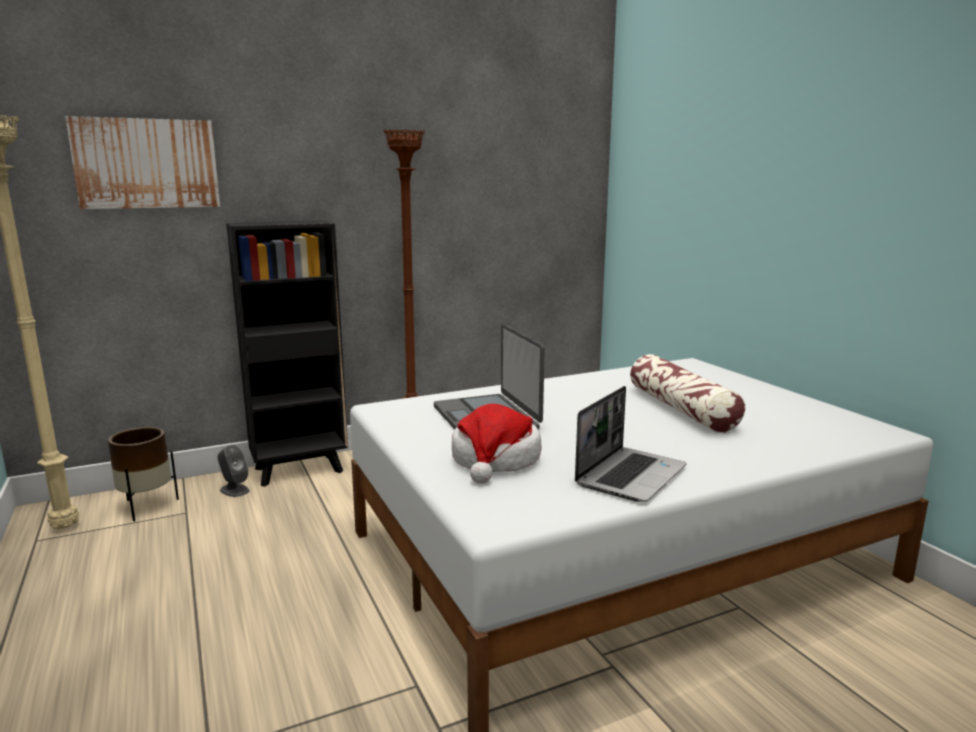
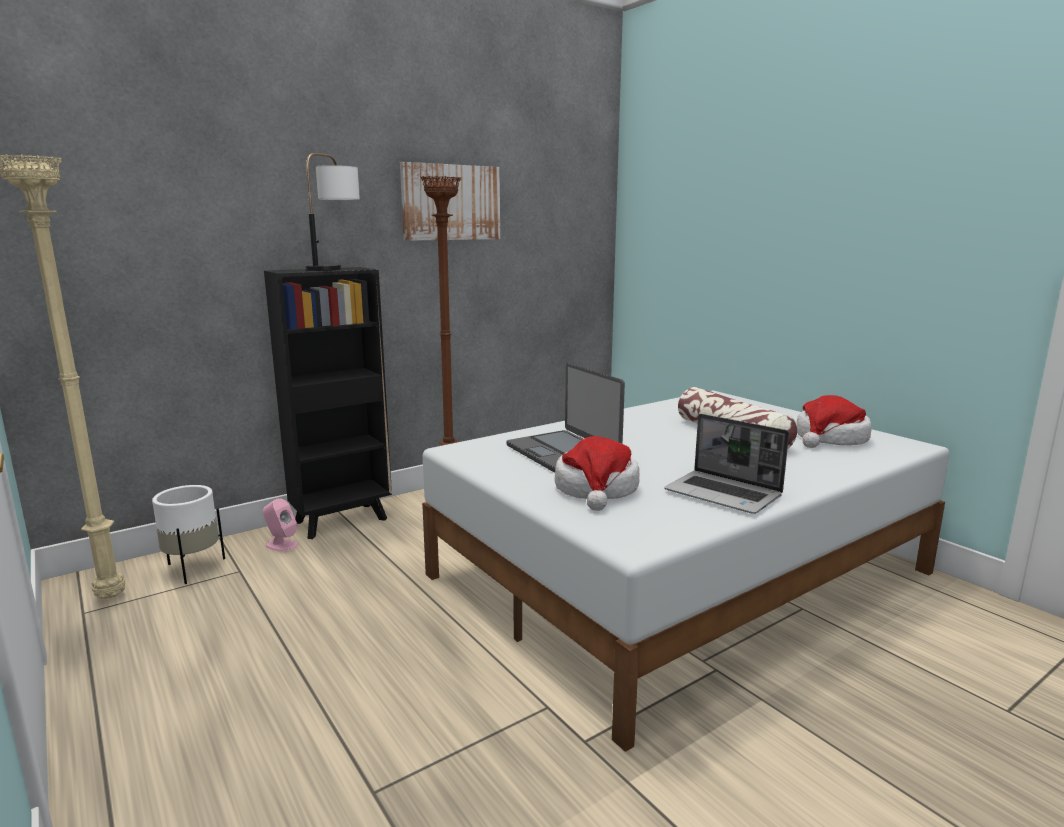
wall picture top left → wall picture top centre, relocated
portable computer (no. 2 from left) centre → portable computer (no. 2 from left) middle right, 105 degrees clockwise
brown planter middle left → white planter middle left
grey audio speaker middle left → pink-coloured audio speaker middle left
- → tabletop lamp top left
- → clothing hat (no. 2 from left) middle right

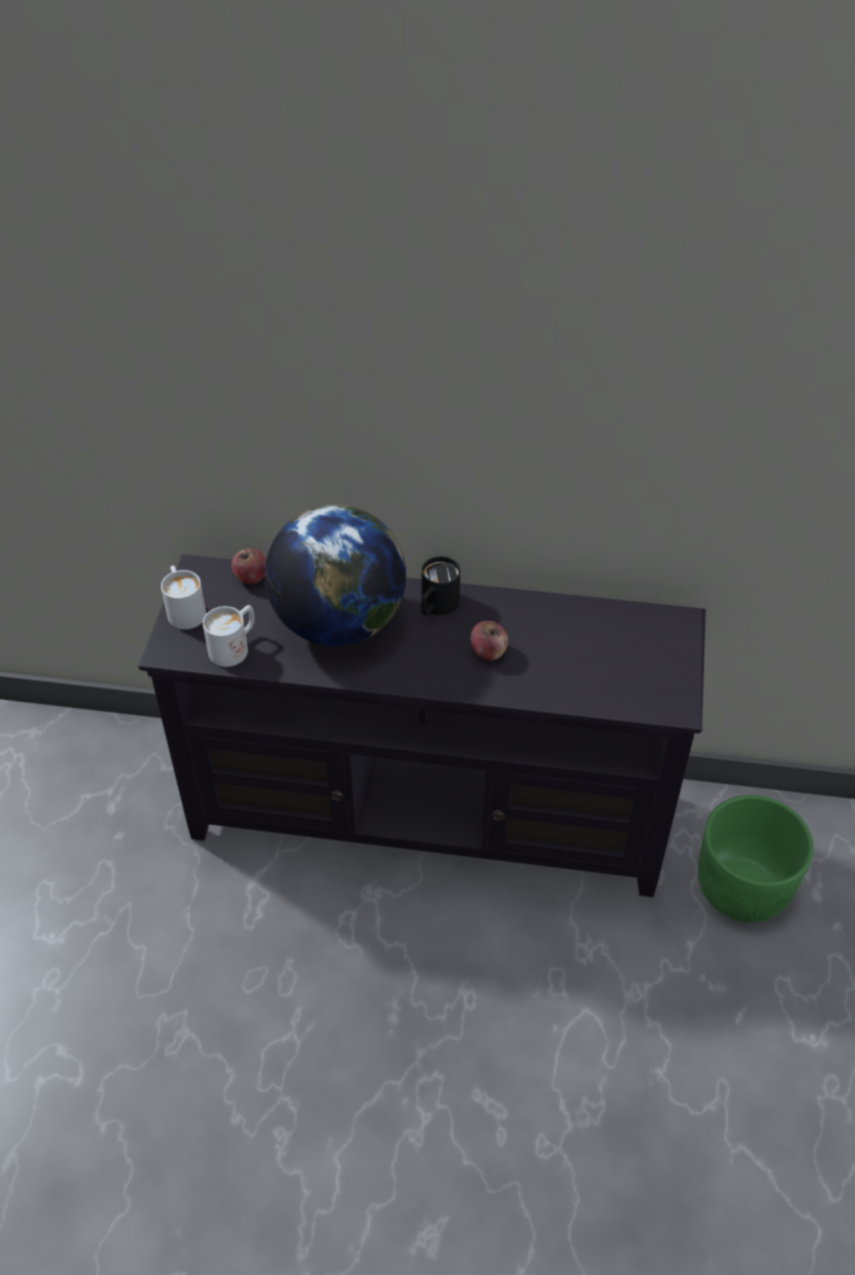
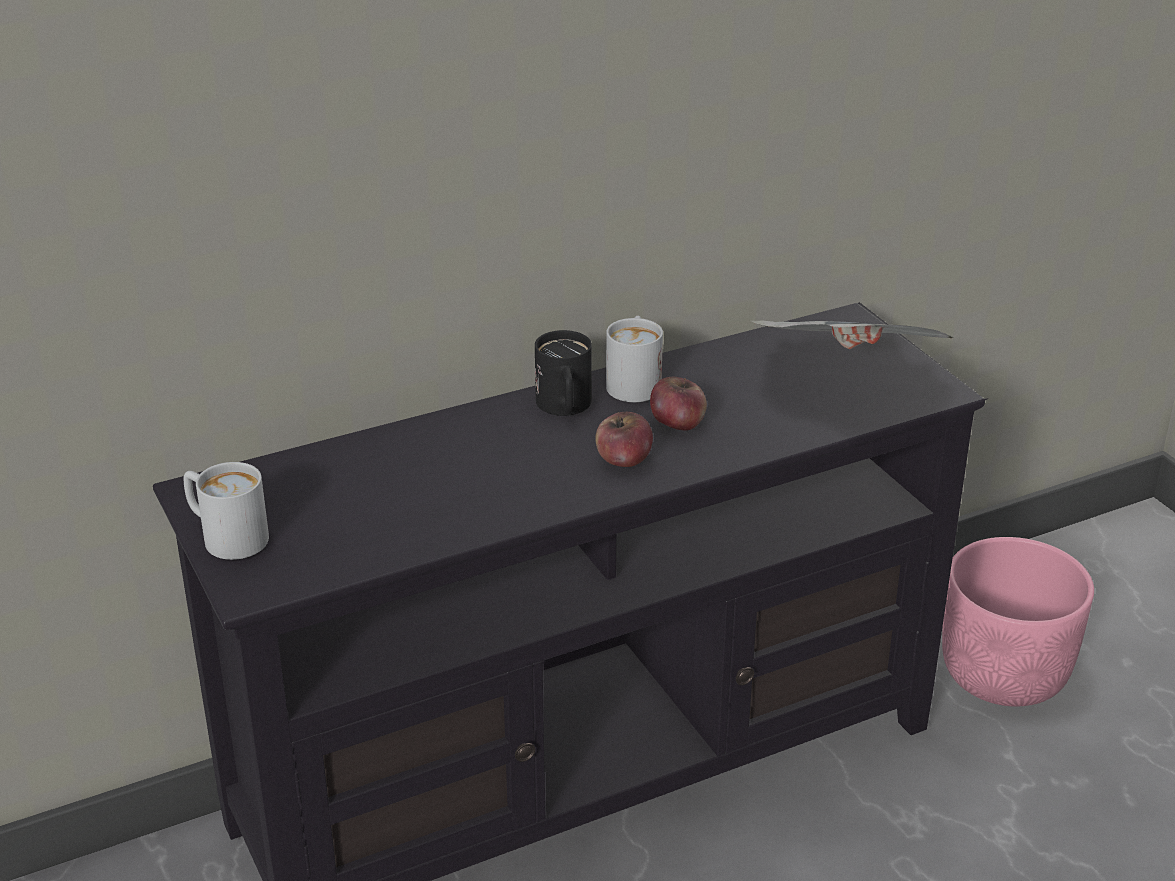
desk globe centre → -
whole apple (no. 1 from left) middle left → whole apple (no. 1 from left) centre, relocated
white coffee mug (no. 2 from left) middle left → white coffee mug (no. 2 from left) centre, relocated
greenish planter bottom right → pink-coloured planter bottom right
- → daily paper middle right

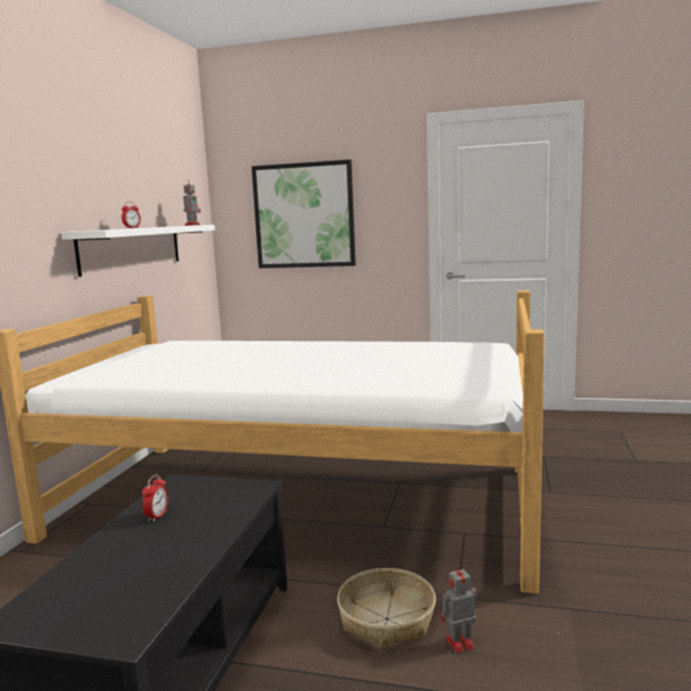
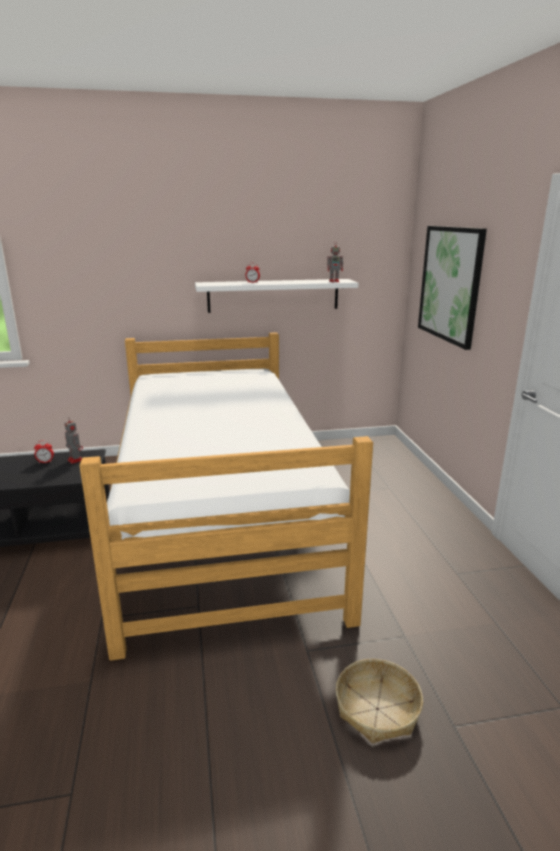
robot figure (no. 2 from left in the first image) bottom centre → robot figure (no. 1 from left) middle left, relocated
household basket bottom centre → household basket bottom right, relocated

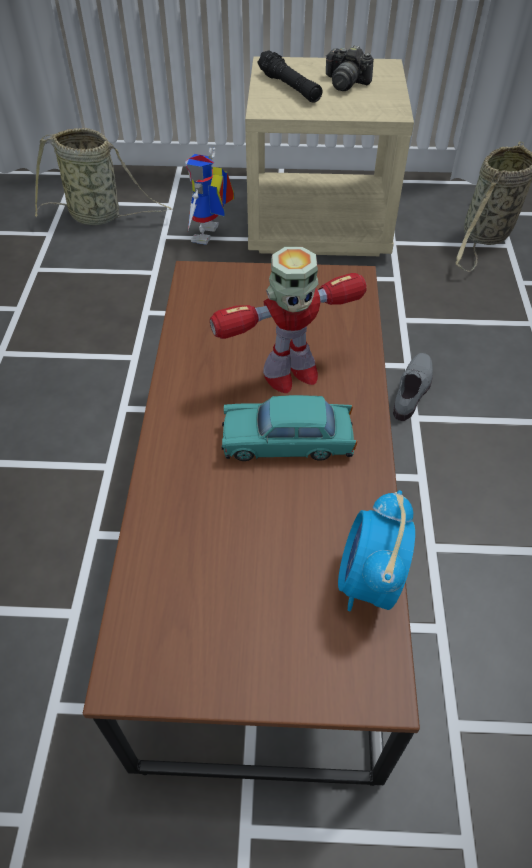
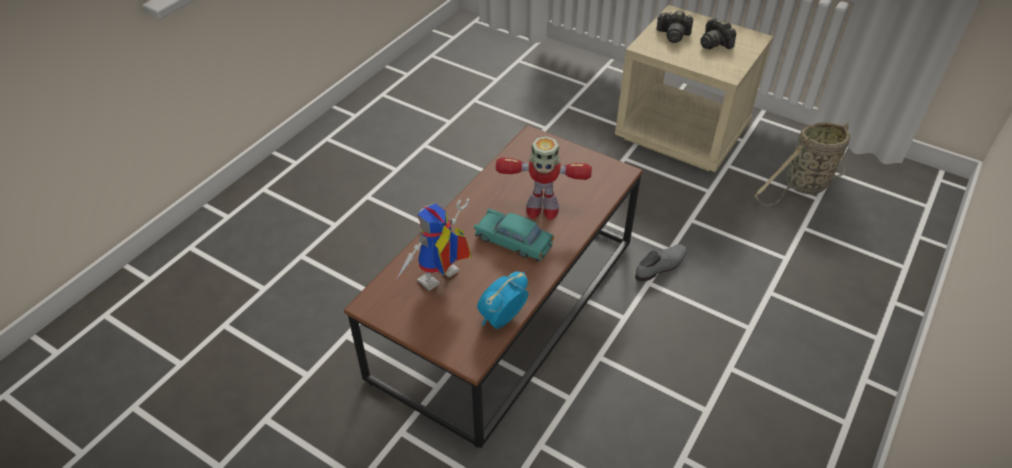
blackish flashlight top centre → photo camera (no. 1 from left) top right
household basket (no. 1 from left) top left → -
robot figure (no. 1 from left) top centre → robot figure (no. 1 from left) centre, relocated

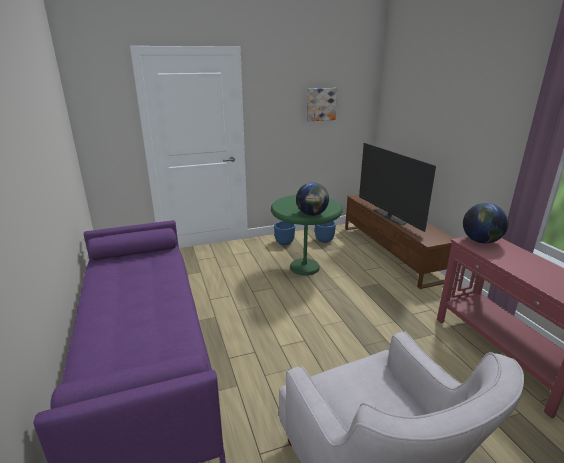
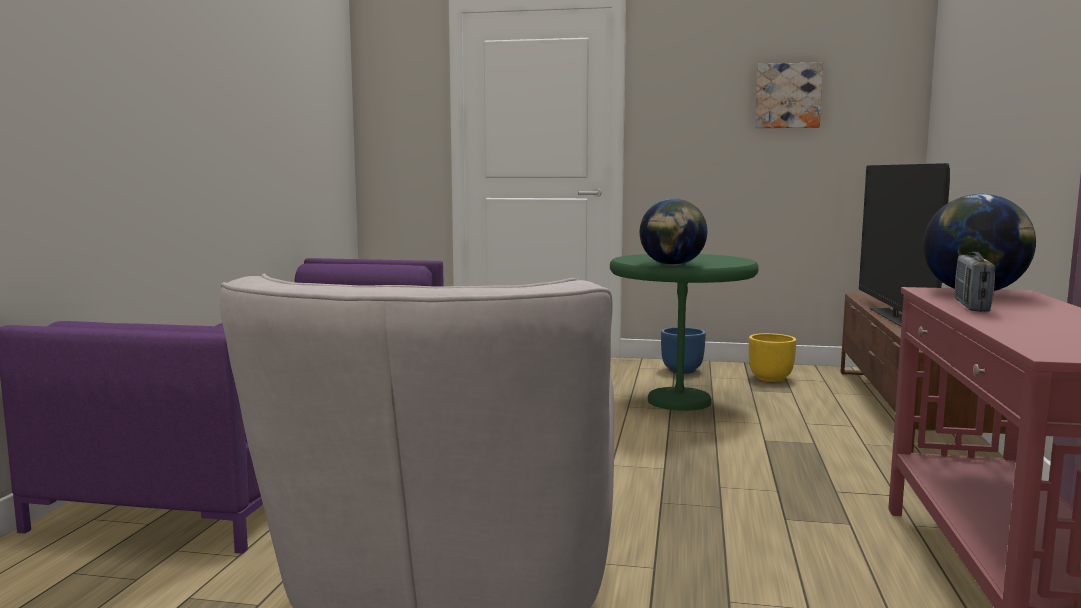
blue planter (no. 2 from left) centre → yellow-coloured planter middle right
- → radio middle right

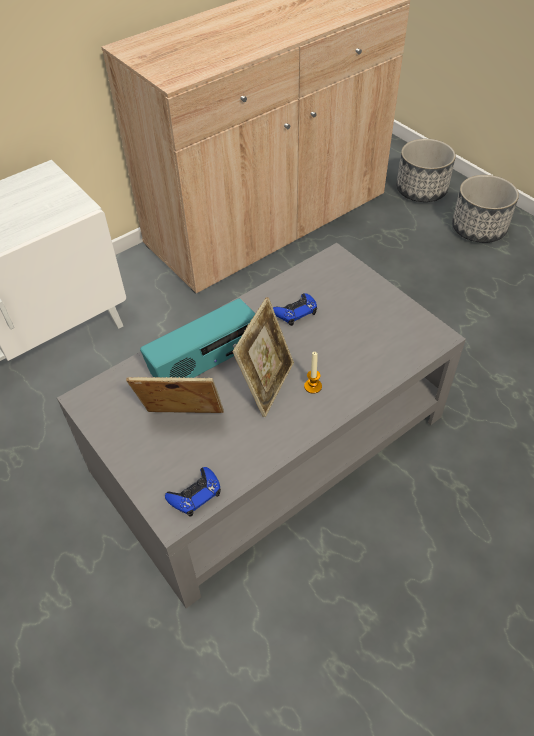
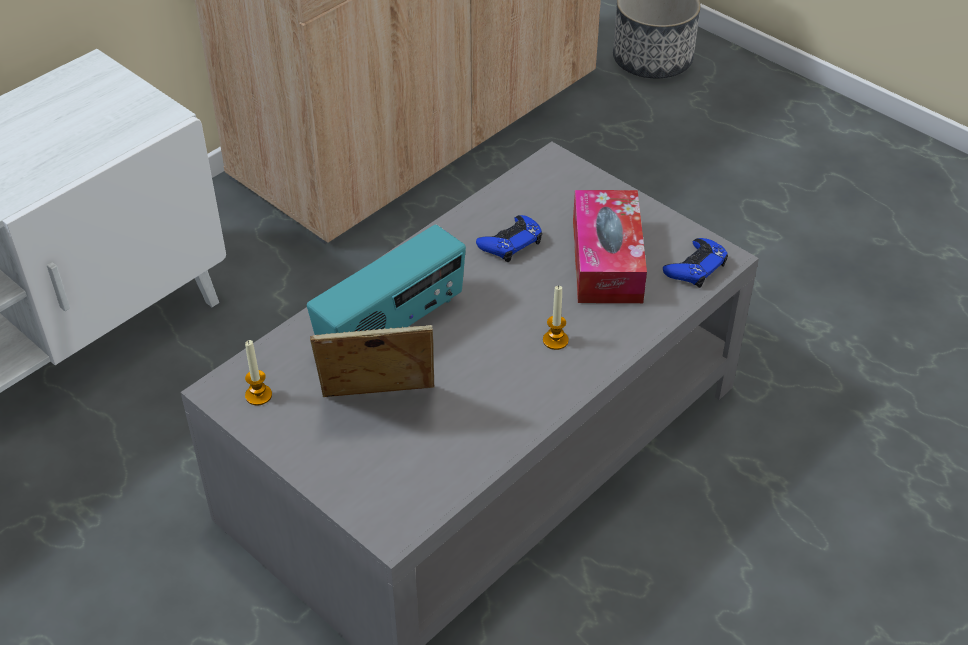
planter (no. 2 from left) top right → -
photo frame (no. 2 from left) centre → -
blue joypad (no. 1 from left in the first image) bottom centre → blue joypad (no. 2 from left) middle right, relocated
- → box of tissues centre
- → candle (no. 1 from left) middle left

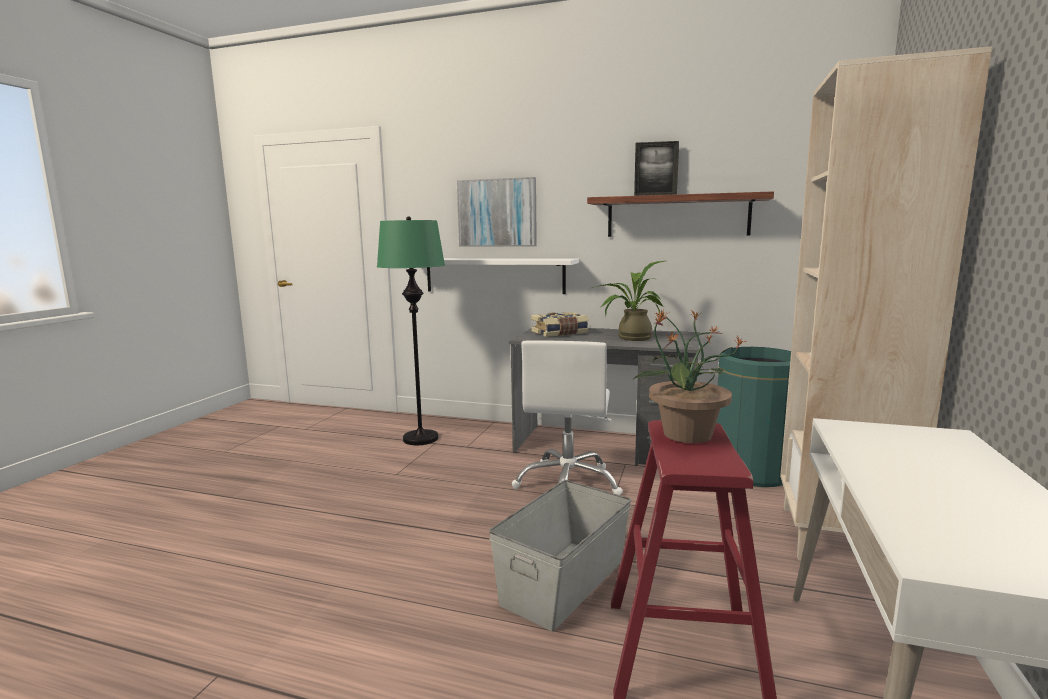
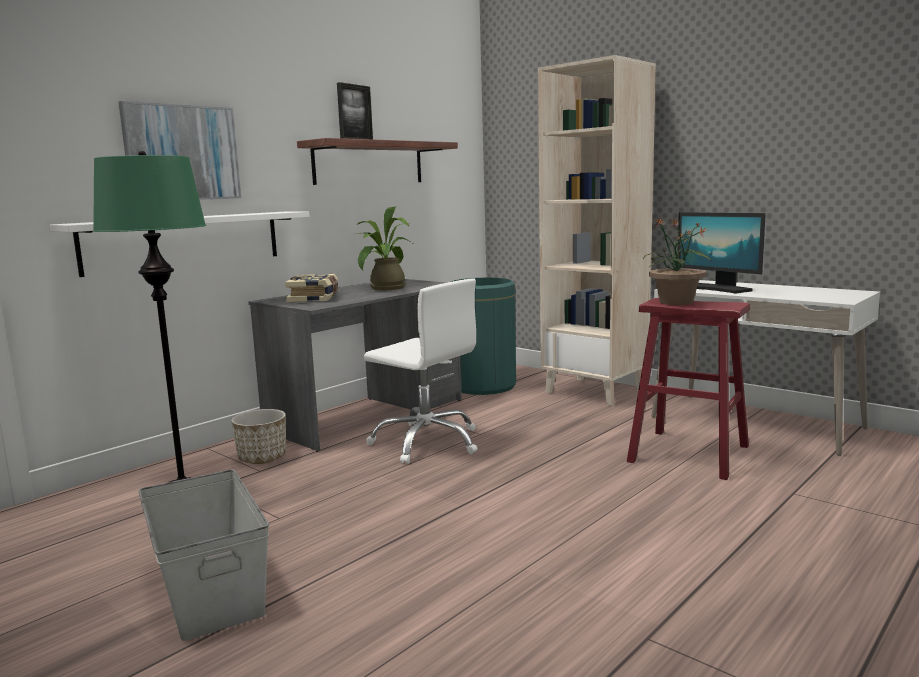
grey storage bin bottom centre → grey storage bin bottom left, relocated
- → computer screen middle right
- → planter middle left

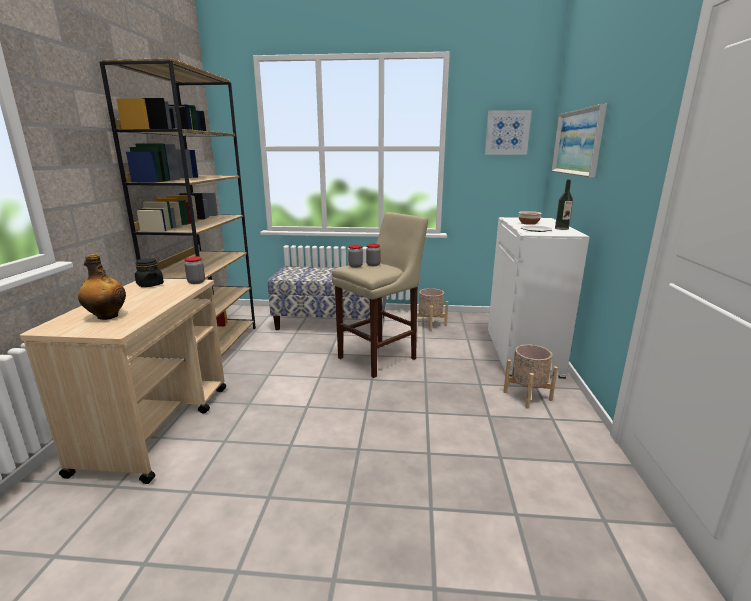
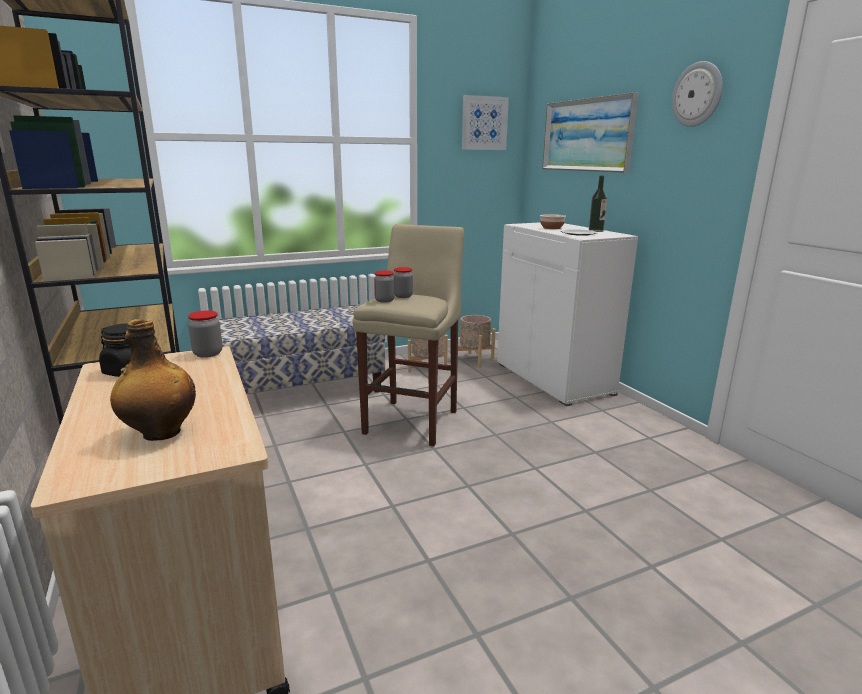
beige-coloured planter (no. 2 from left) middle right → beige-coloured planter (no. 2 from left) centre, relocated
- → clock on the wall top right

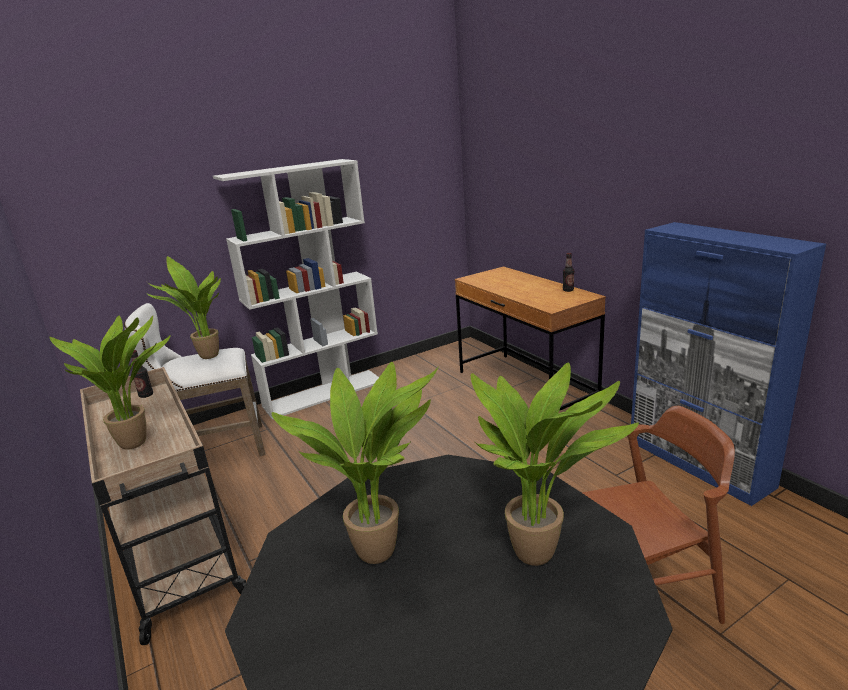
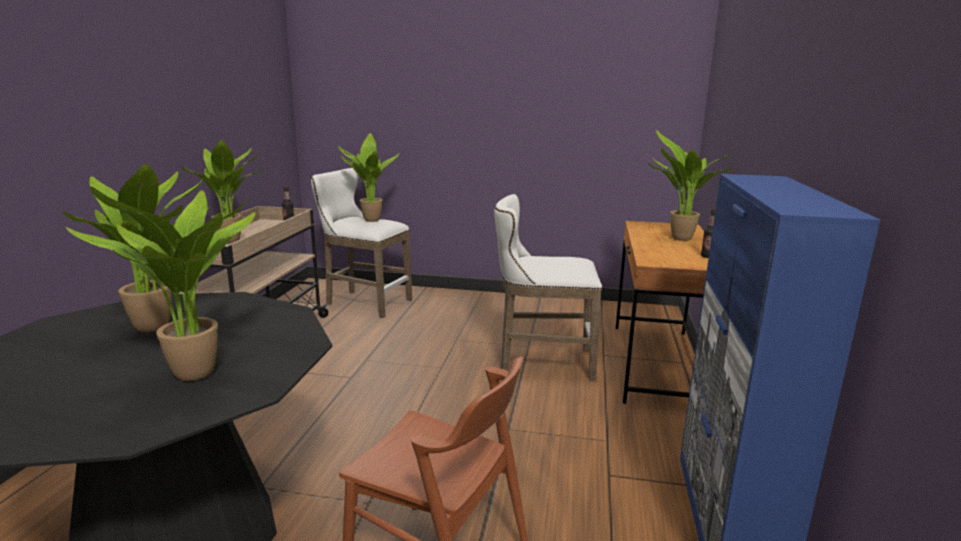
white bookshelf centre → -
- → houseplant (no. 5 from left) middle right
- → white sitting stool (no. 2 from left) centre

